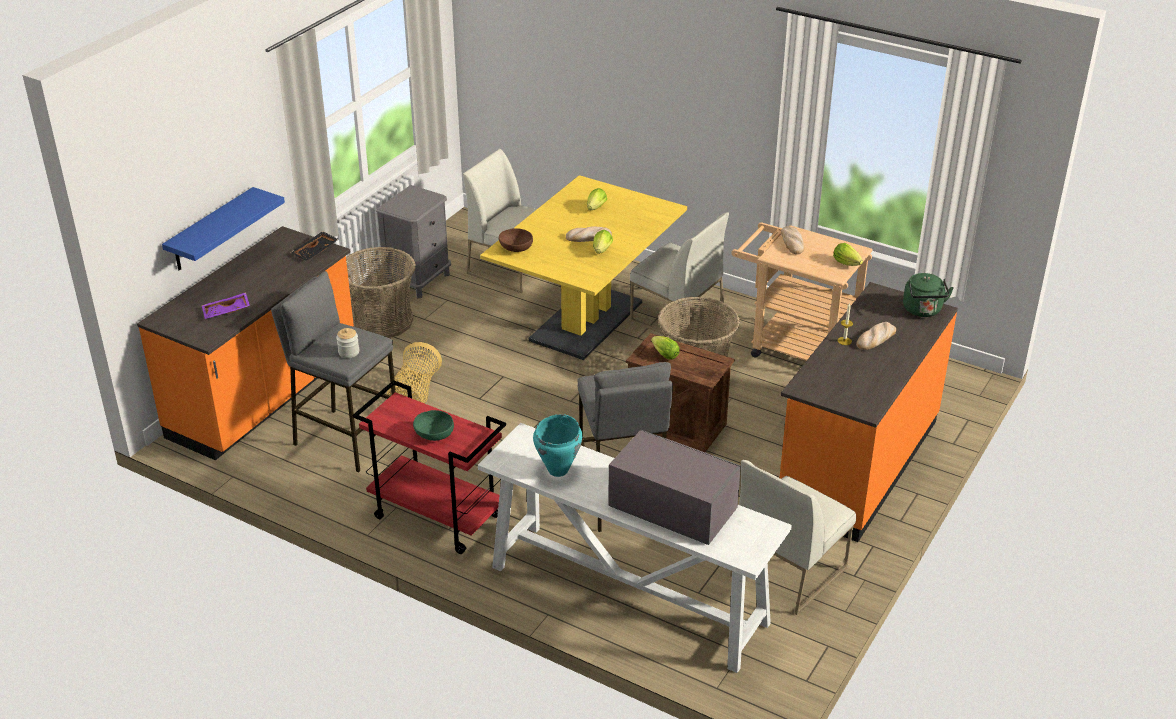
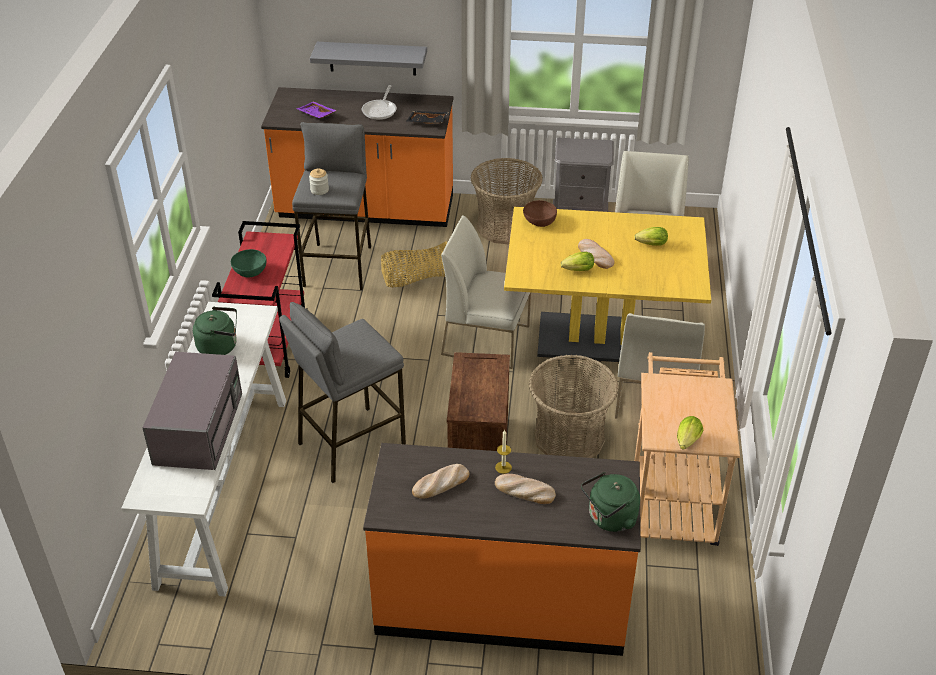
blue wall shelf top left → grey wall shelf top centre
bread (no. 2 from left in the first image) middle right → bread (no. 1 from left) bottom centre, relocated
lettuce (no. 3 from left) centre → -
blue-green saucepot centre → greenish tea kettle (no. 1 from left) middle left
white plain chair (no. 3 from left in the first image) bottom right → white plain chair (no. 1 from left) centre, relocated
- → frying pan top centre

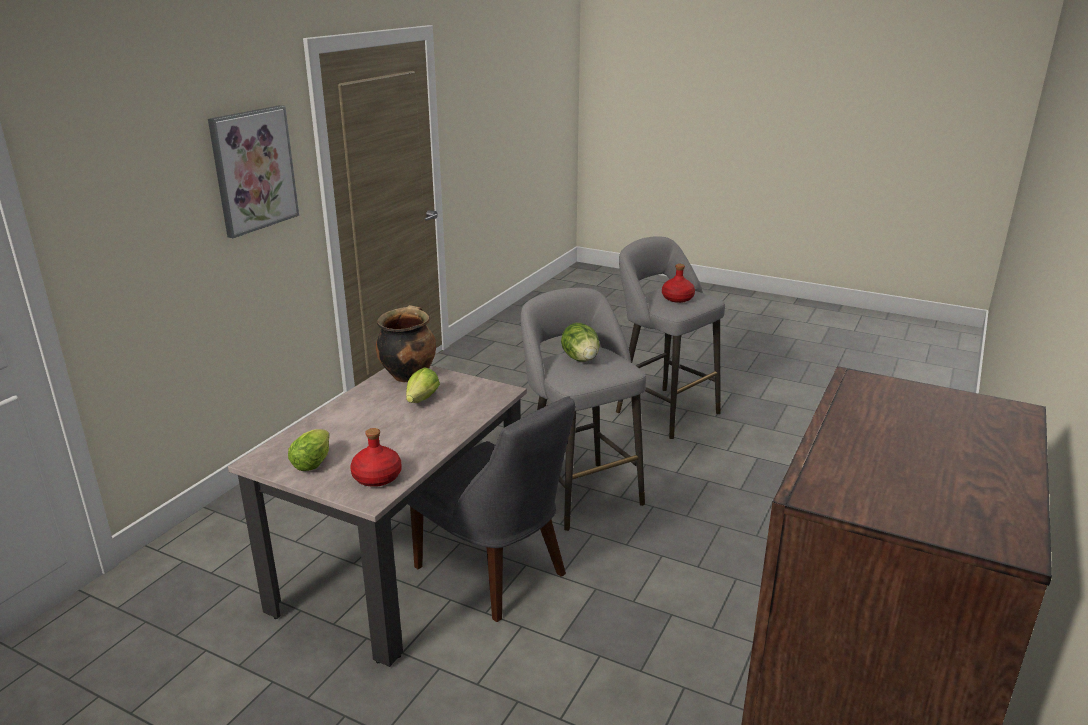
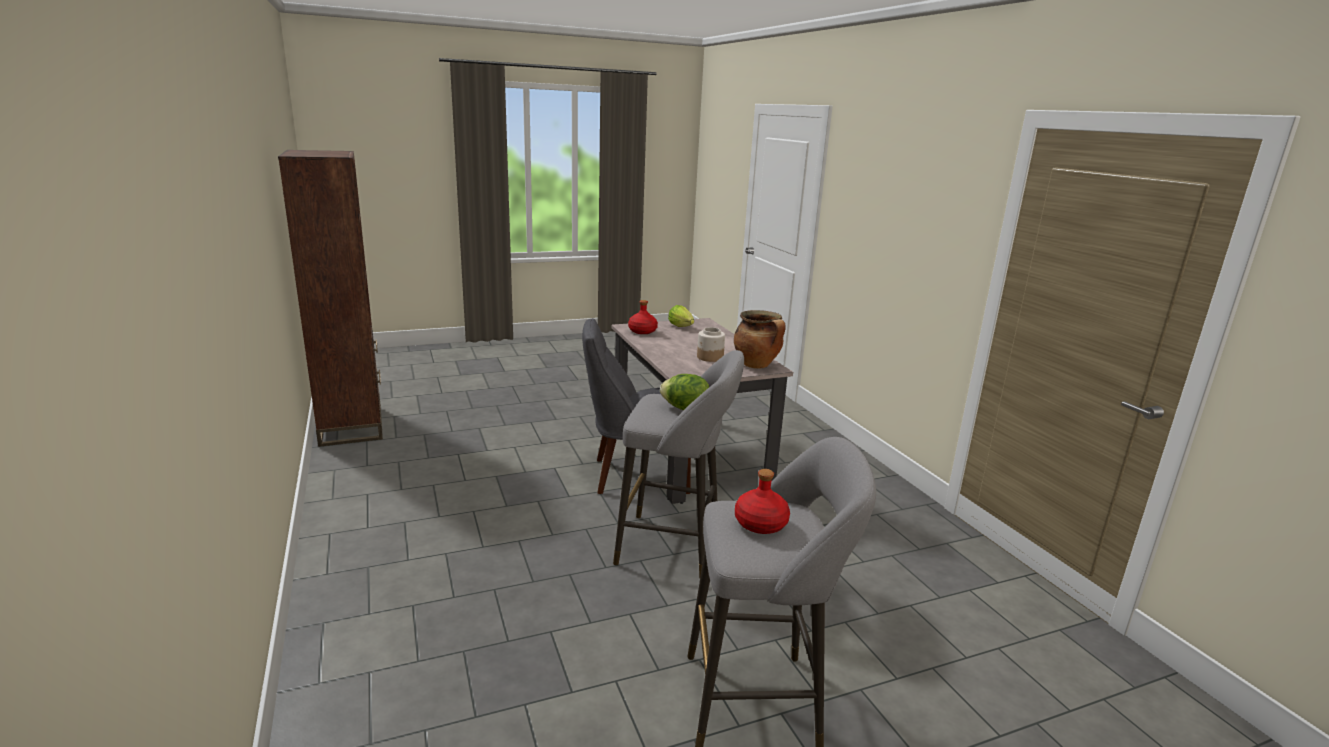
wall picture top left → -
lettuce (no. 2 from left) centre → storage jar centre

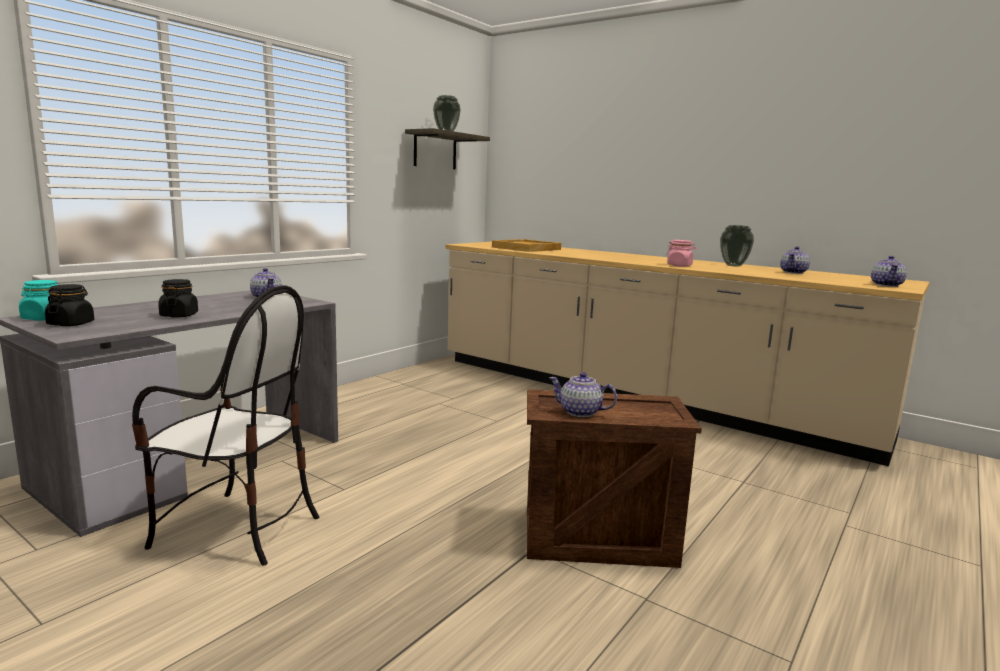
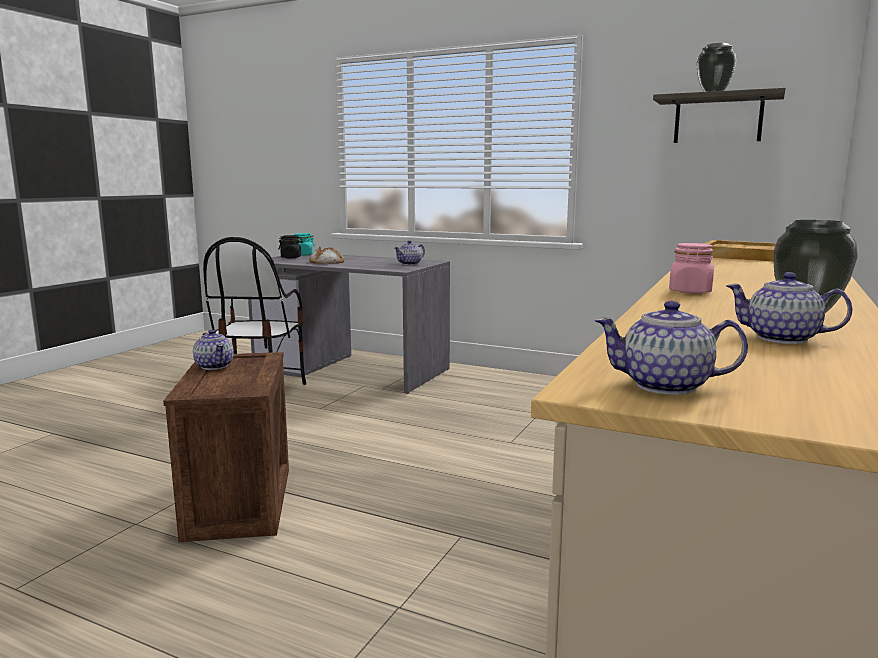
blackish storage jar (no. 2 from left) middle left → bread centre
teapot (no. 2 from left in the first image) centre → teapot (no. 1 from left) middle left, 135 degrees clockwise

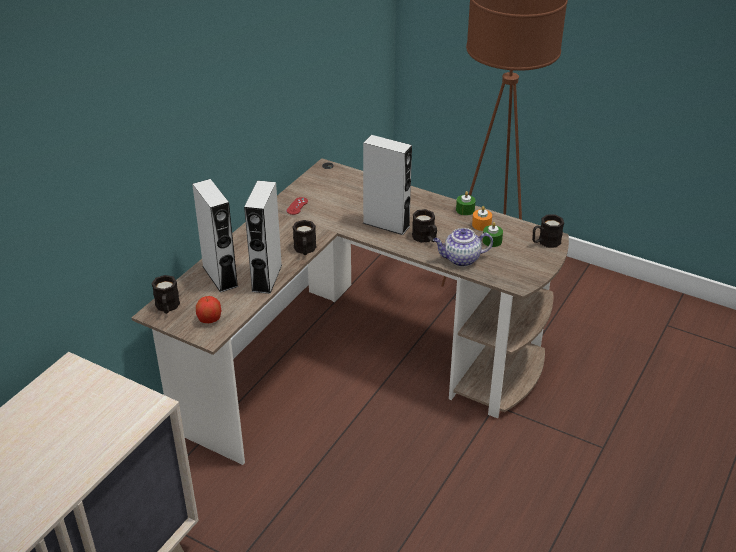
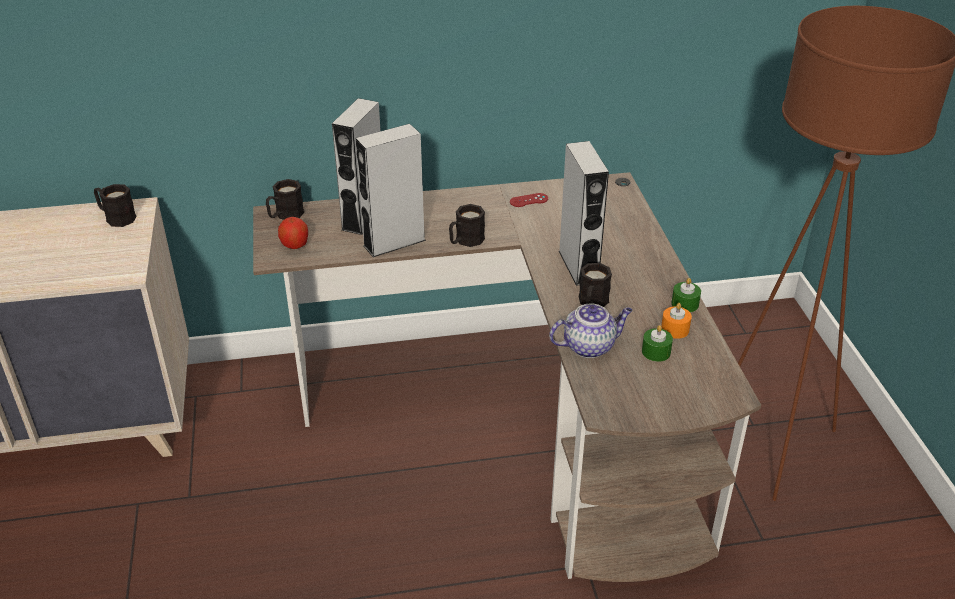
blackish coffee mug (no. 4 from left in the first image) middle right → blackish coffee mug (no. 1 from left) middle left, relocated
teapot centre, 120 degrees clockwise

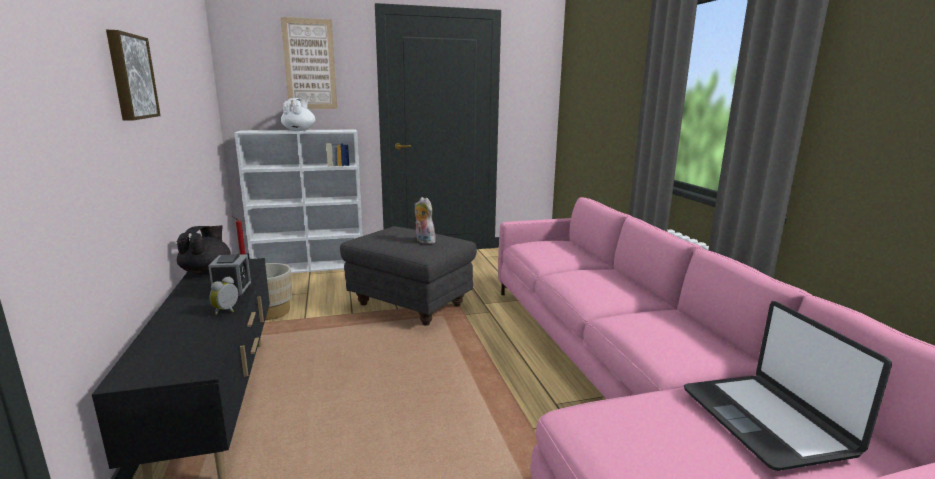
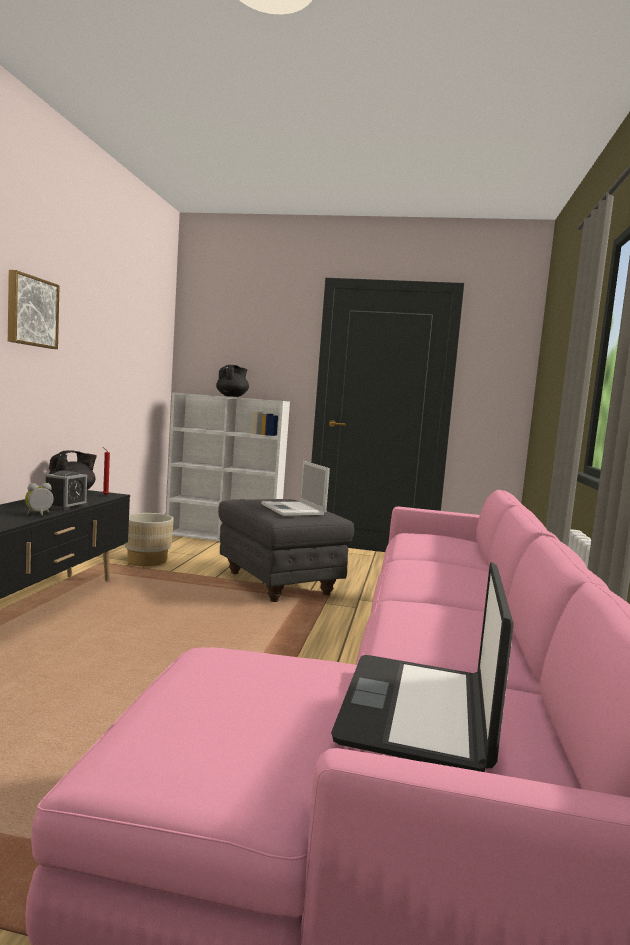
wall picture (no. 2 from left) top left → -
white teapot top left → blackish teapot (no. 2 from left) centre
soft toy centre → portable computer (no. 1 from left) centre

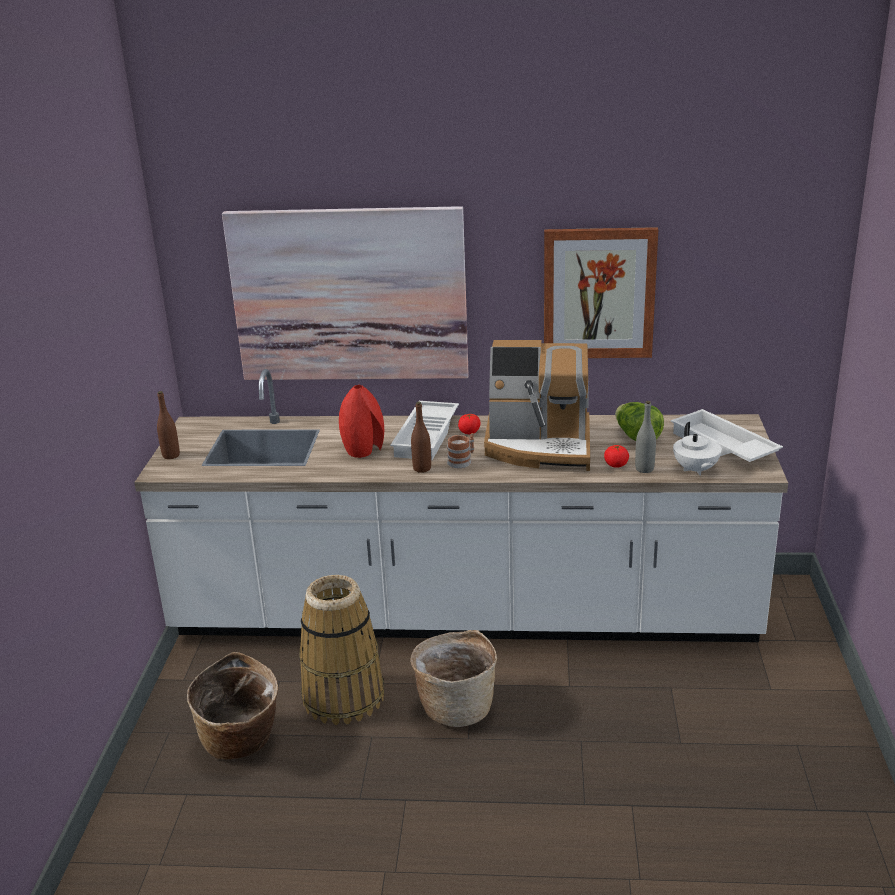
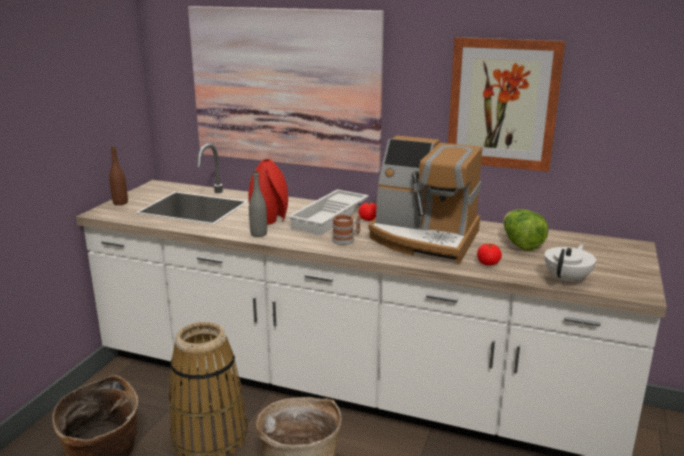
grey drink bottle middle right → grey drink bottle centre, relocated
brown drink bottle (no. 2 from left) centre → -
white carrying tray (no. 2 from left) middle right → -
white teapot middle right, 150 degrees counterclockwise

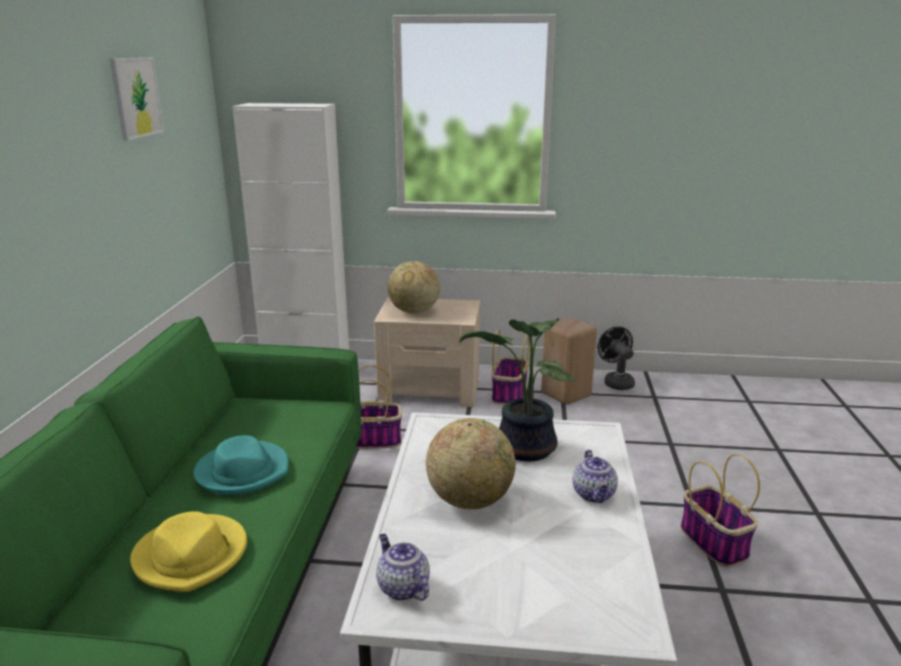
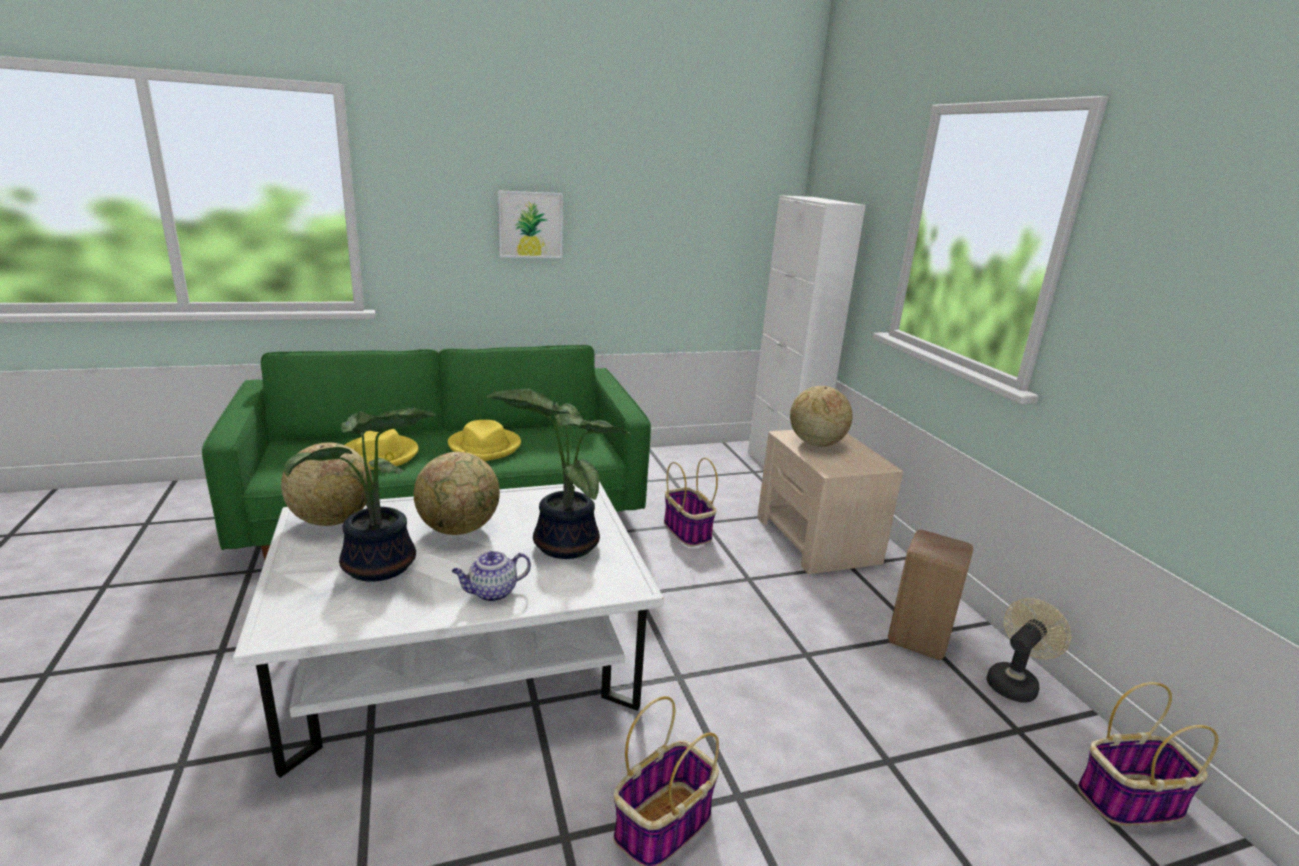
wall picture top left → wall picture top centre, relocated
blackish electric fan middle right → beige-coloured electric fan bottom right
household basket (no. 2 from left in the first image) centre → household basket (no. 3 from left) bottom right, relocated
blue-green clothing hat bottom left → yellow-coloured clothing hat (no. 2 from left) centre
teapot (no. 1 from left) bottom centre → desk globe (no. 1 from left) middle left
- → houseplant (no. 1 from left) middle left

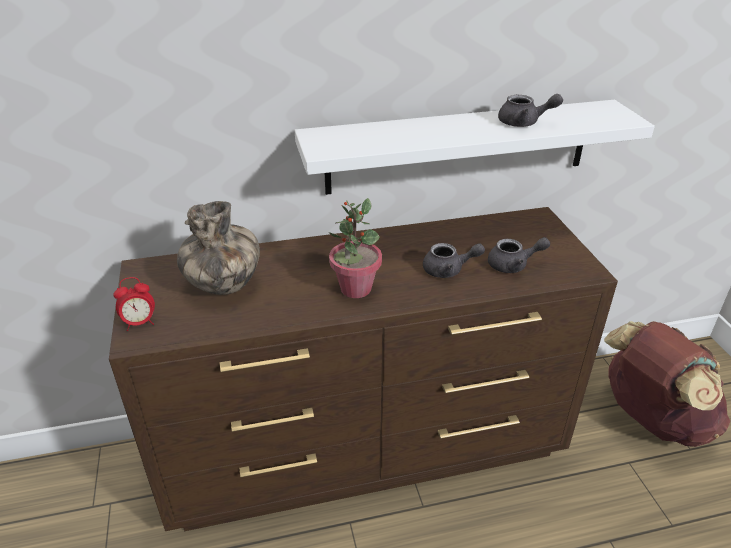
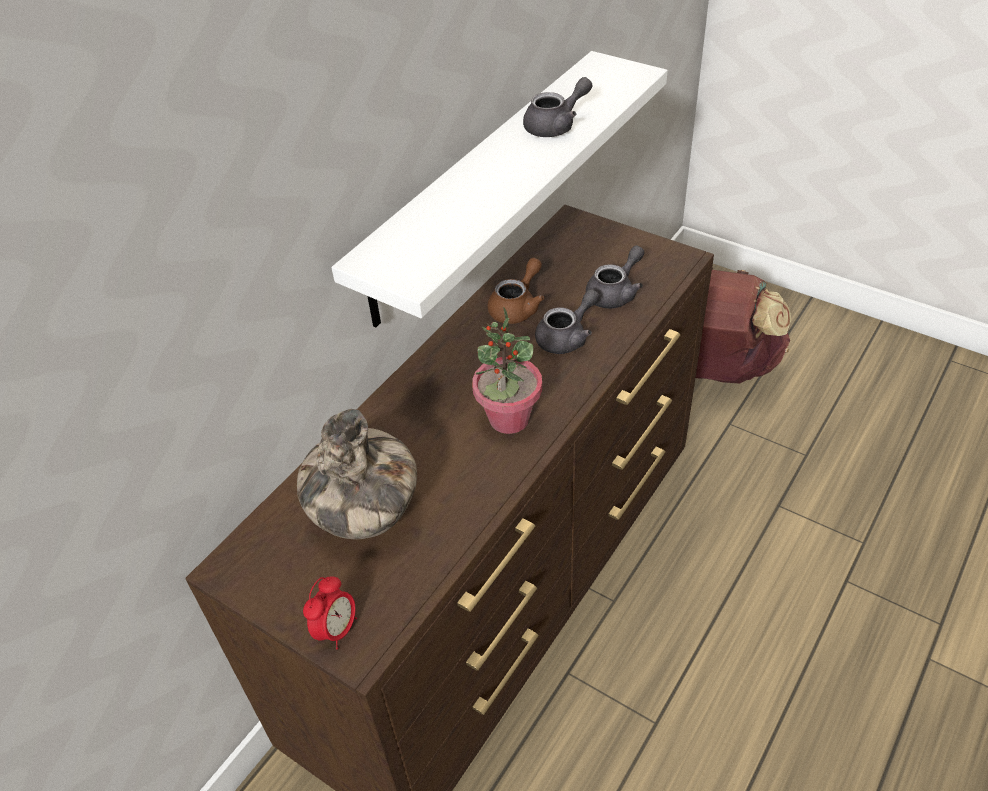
- → brown teapot centre

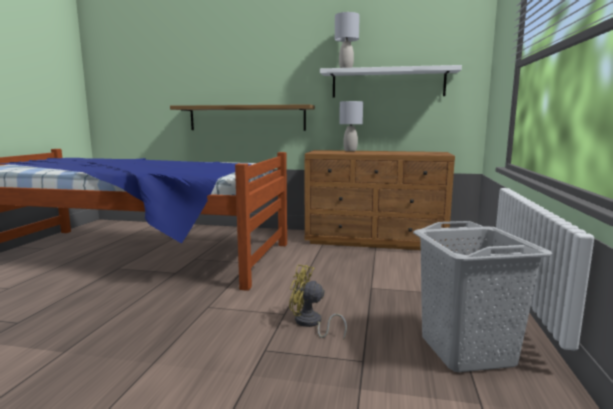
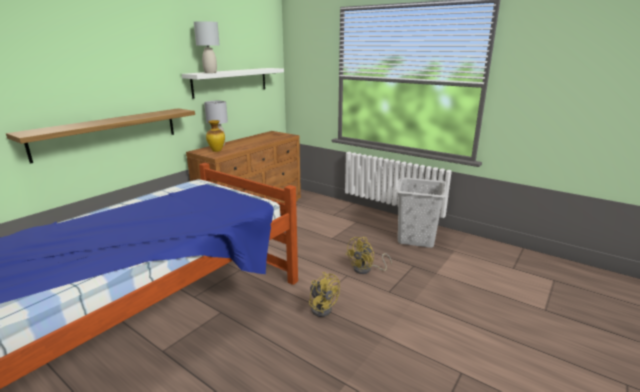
- → decorative vase centre
- → yellow-coloured electric fan (no. 1 from left) bottom centre

